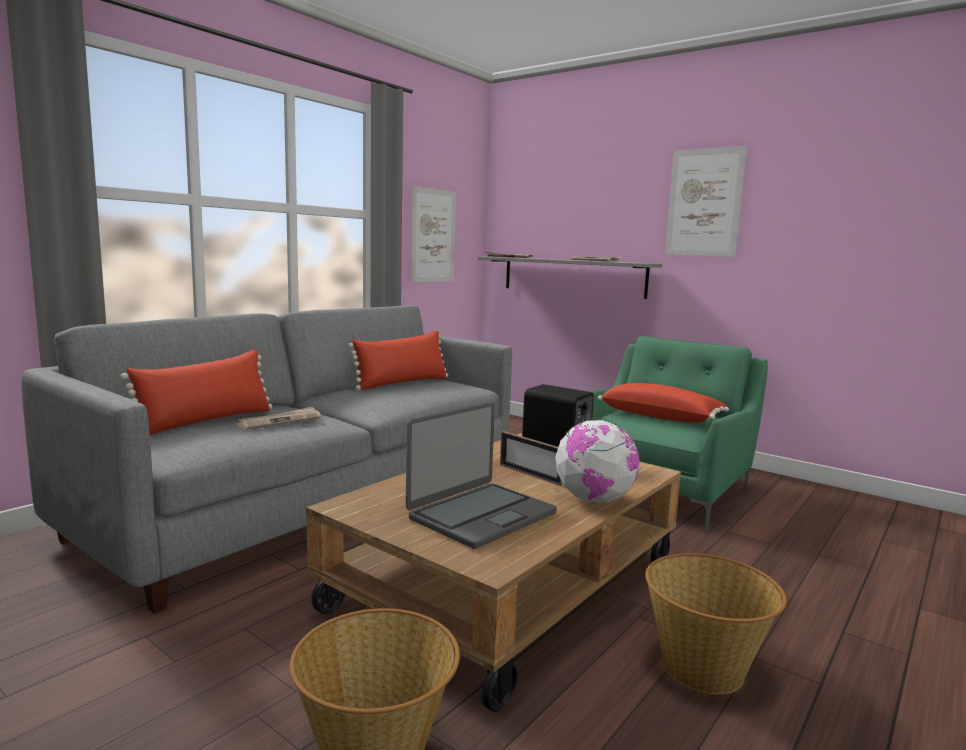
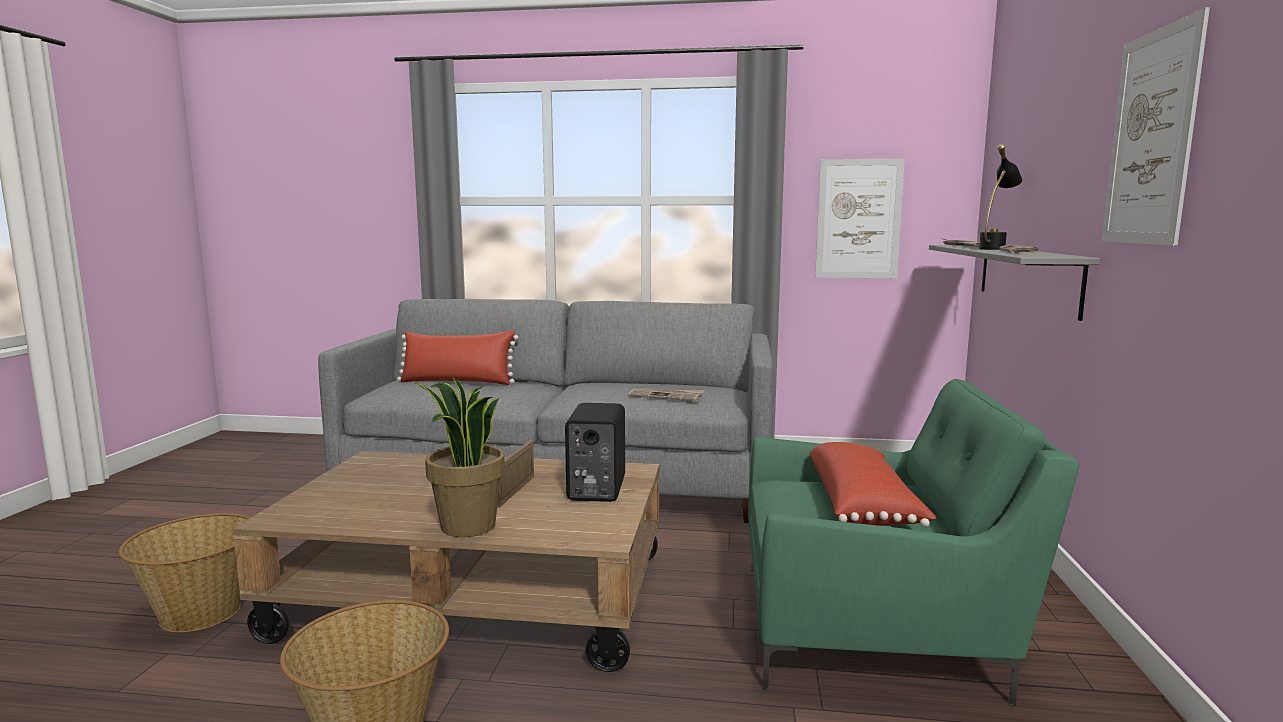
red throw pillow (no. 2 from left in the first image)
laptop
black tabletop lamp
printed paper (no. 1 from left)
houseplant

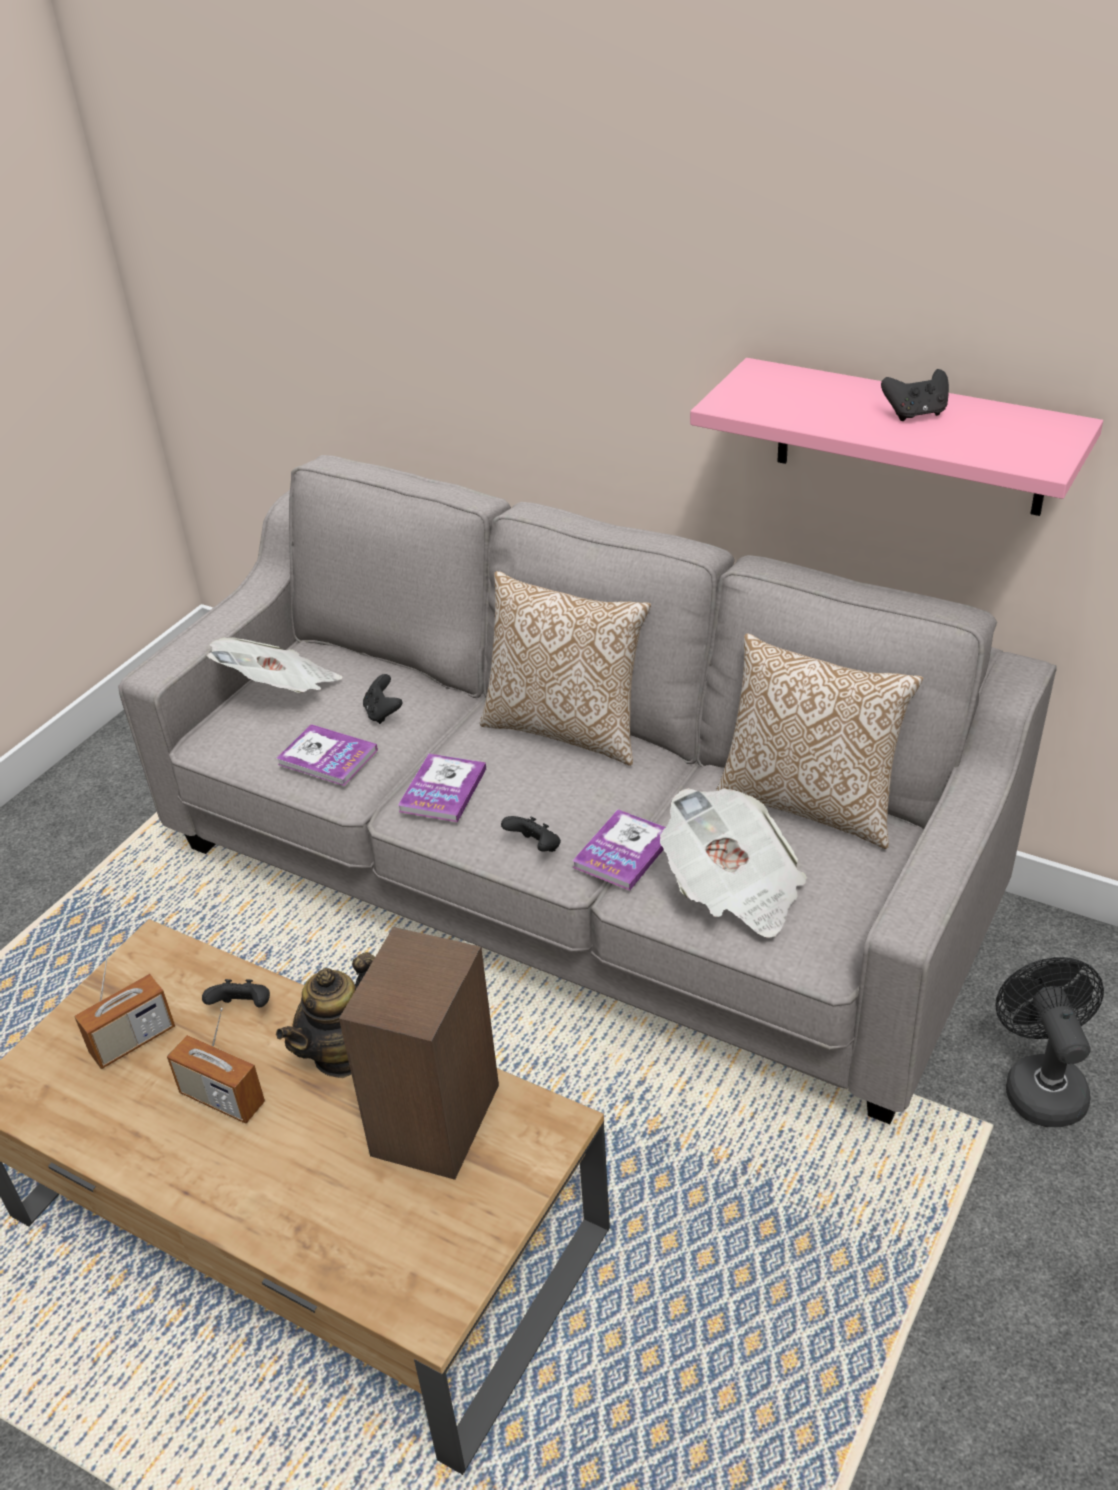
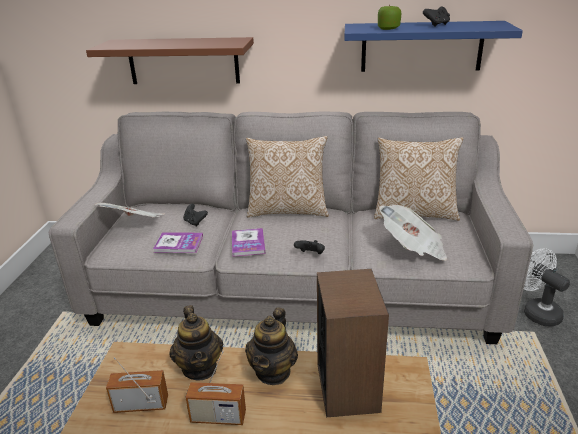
bound book (no. 3 from left in the first image)
brown bracket shelf
whole apple
pot for tea (no. 1 from left)
bluish bracket shelf
white-coloured cooling fan
radio (no. 1 from left)

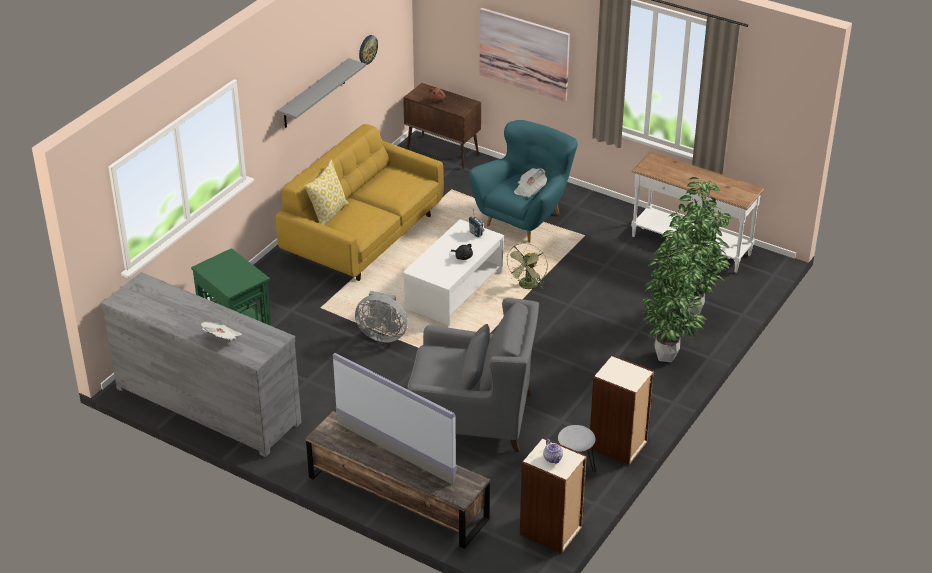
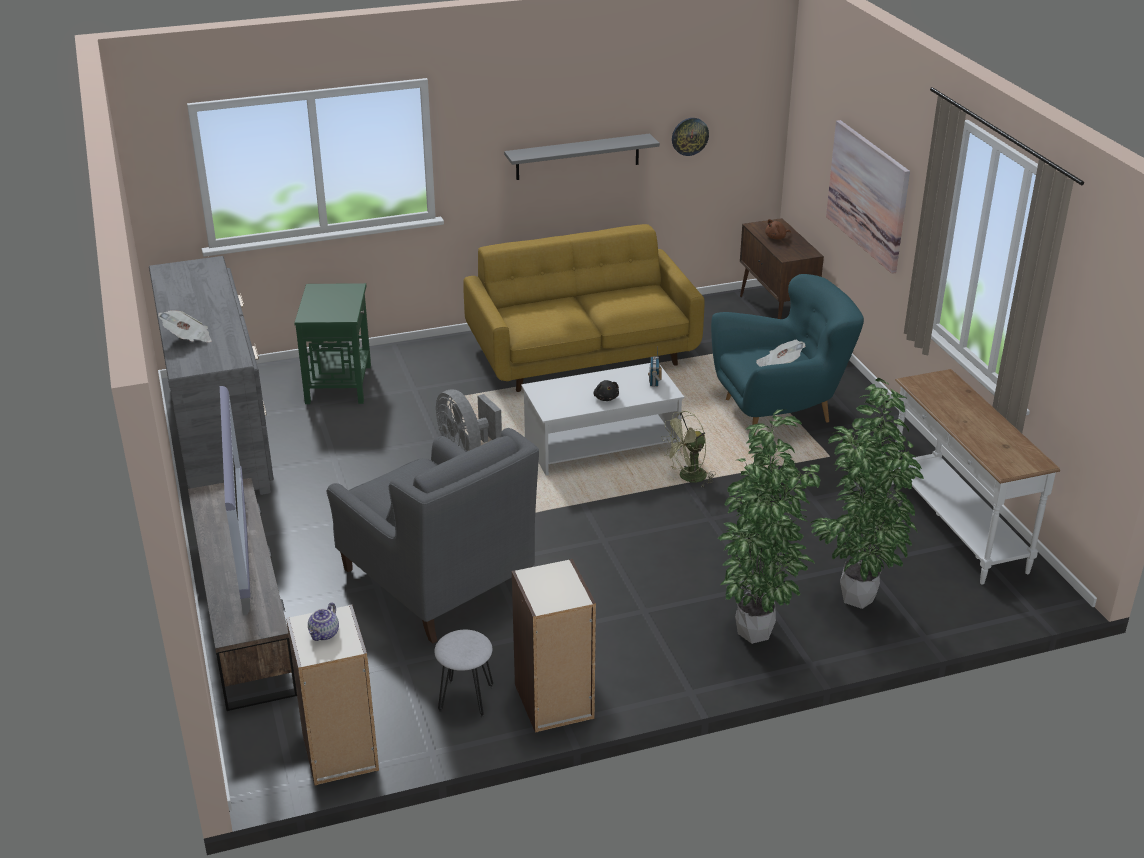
throw pillow

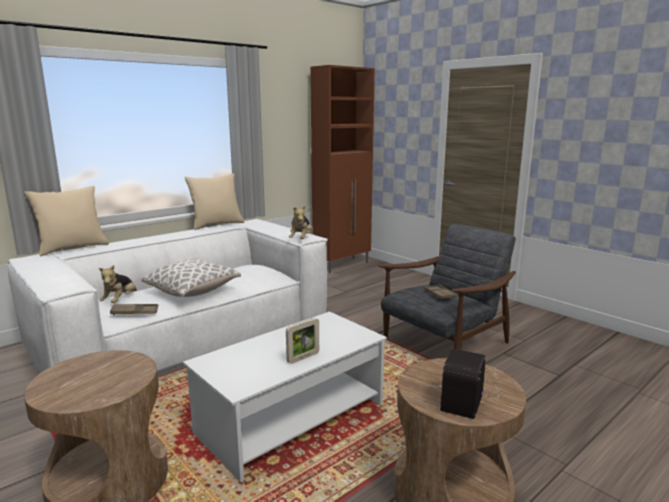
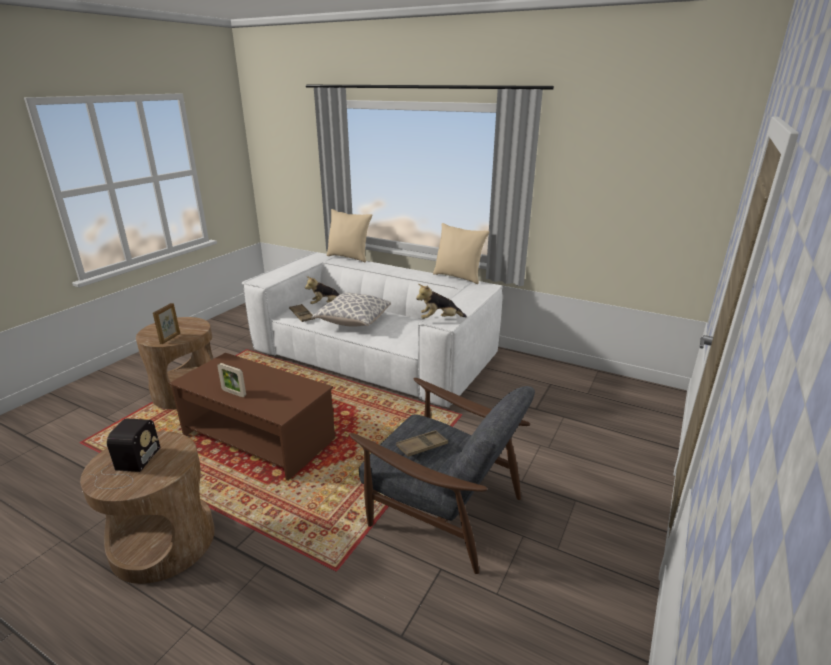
brown cabinet
photo frame (no. 1 from left)
brown coffee table
radio

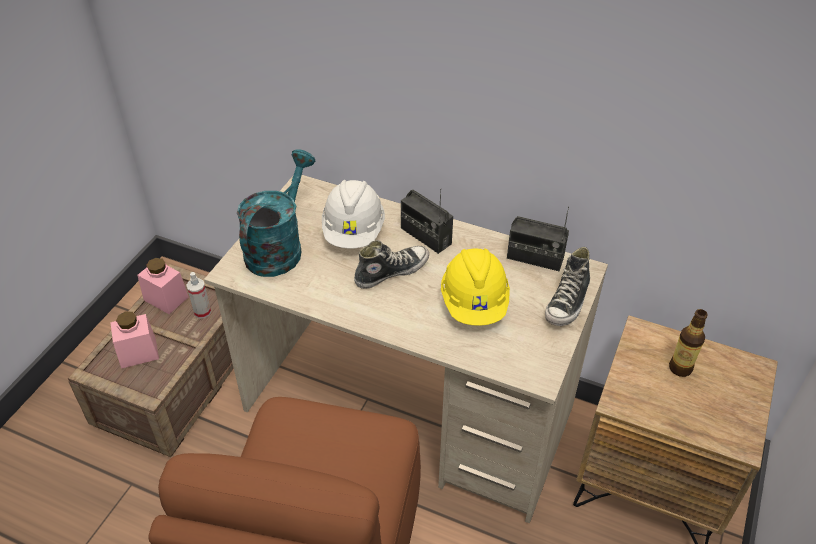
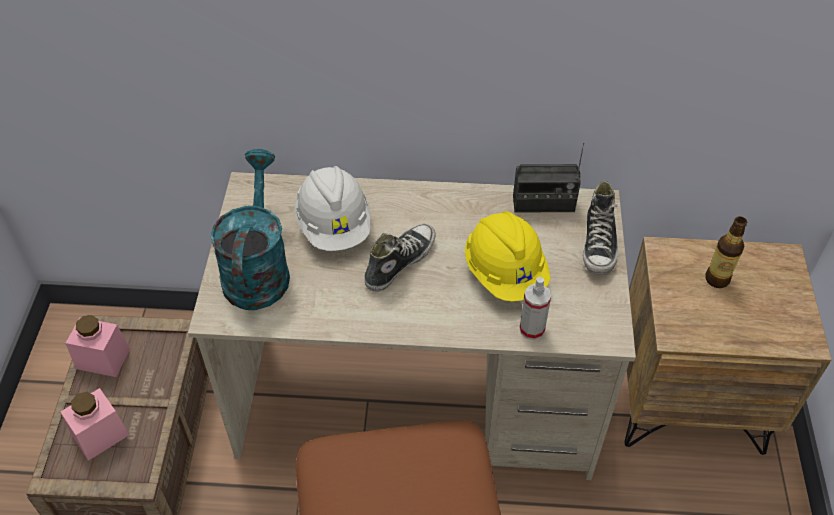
radio (no. 1 from left in the first image)
spray bottle

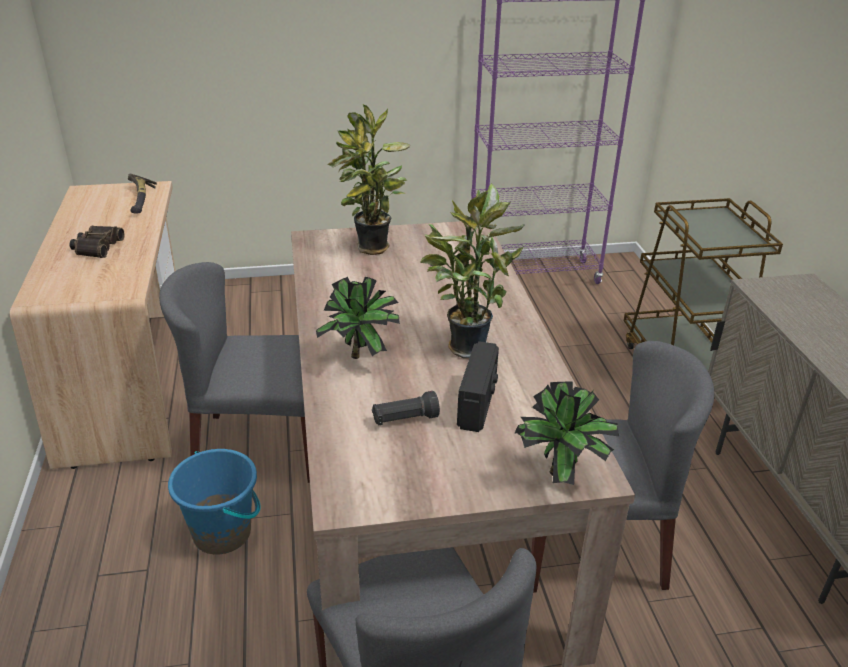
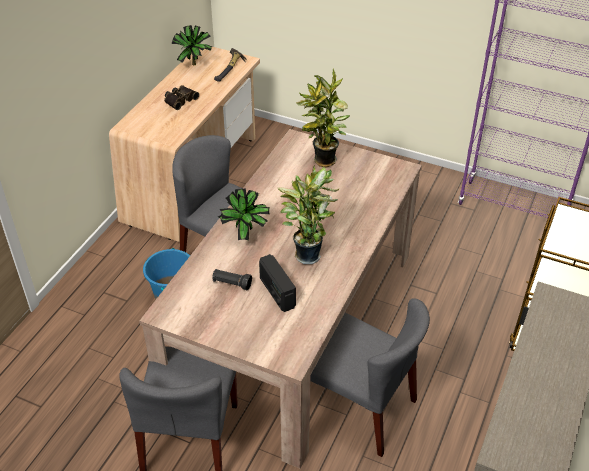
houseplant (no. 1 from left)
radio

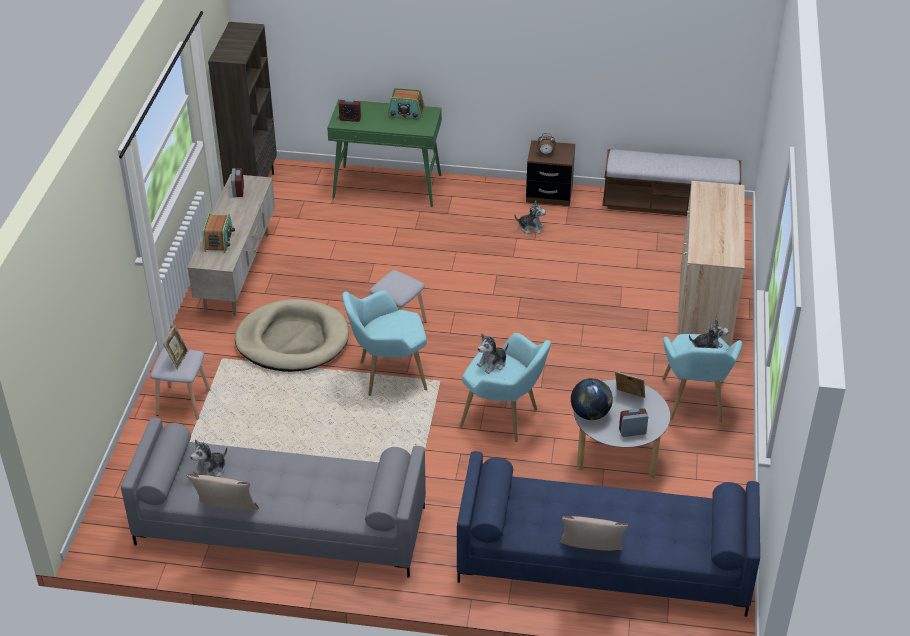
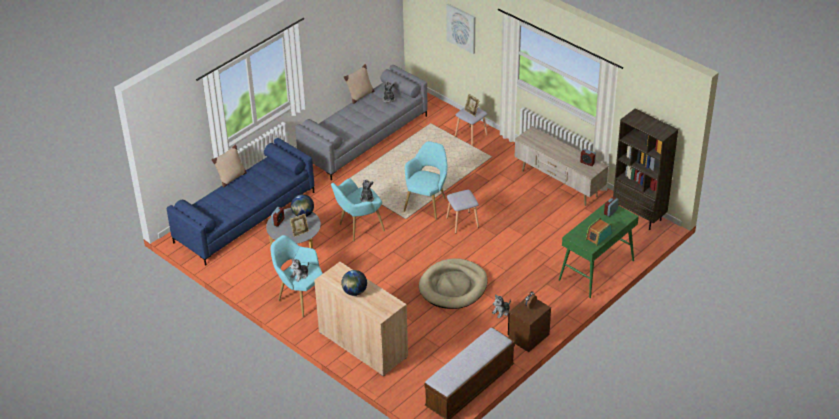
radio (no. 1 from left in the first image)
desk globe (no. 2 from left)
picture
sand-coloured dog cushion

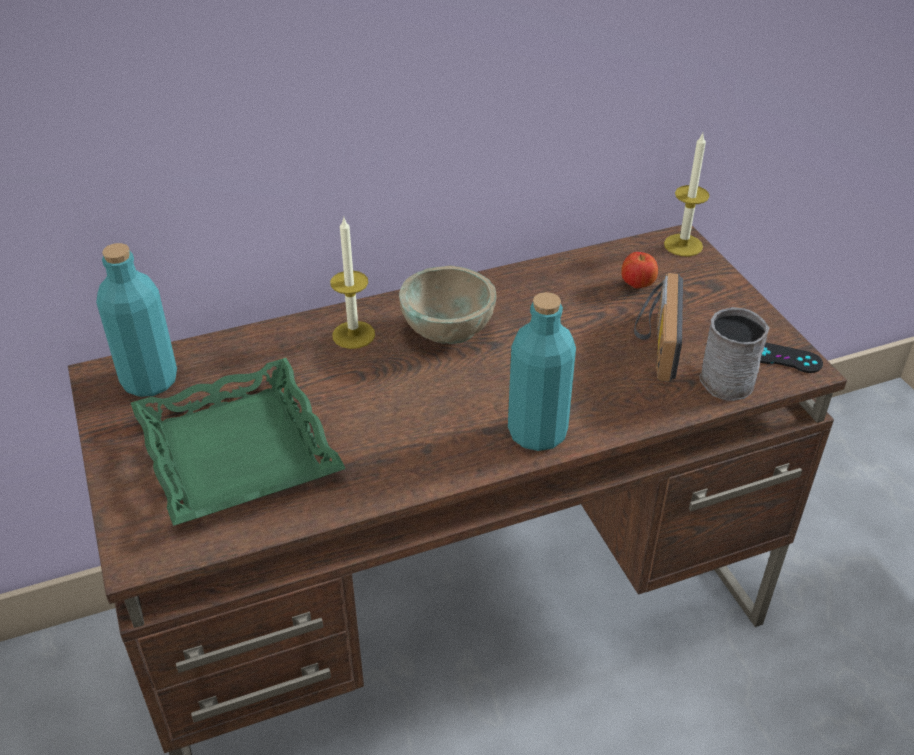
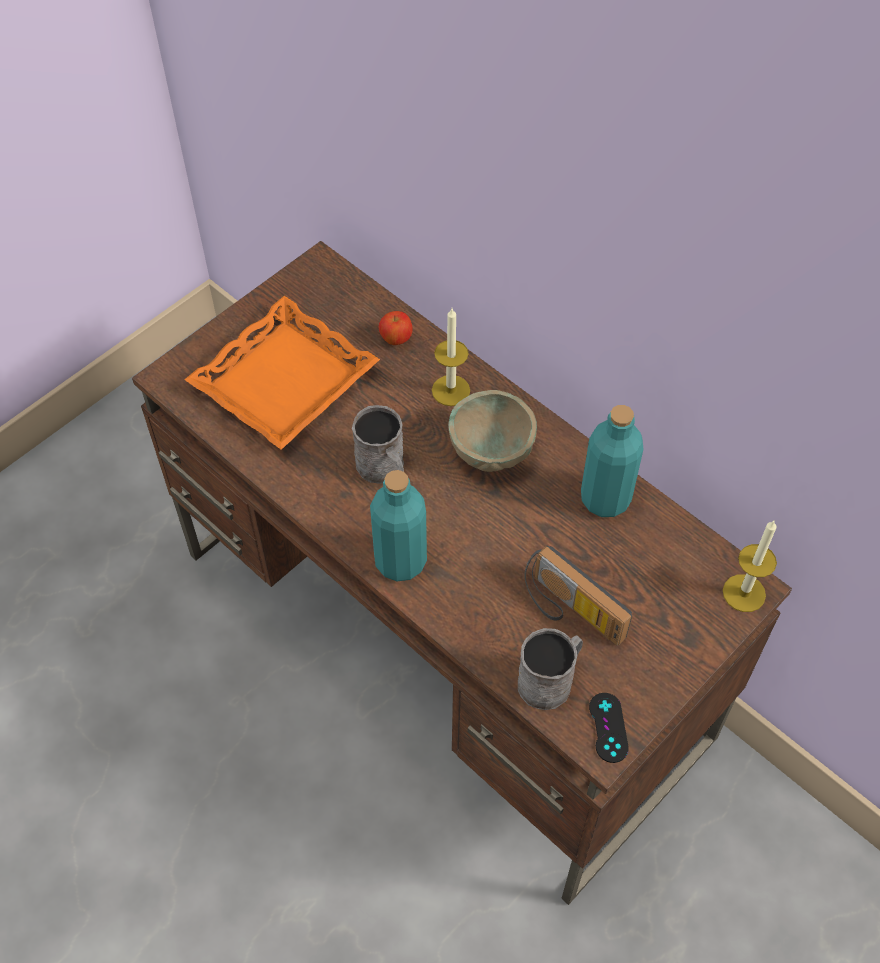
grey tea mug (no. 1 from left)
turquoise-coloured bottle (no. 2 from left)
whole apple
orange carrying tray
radio

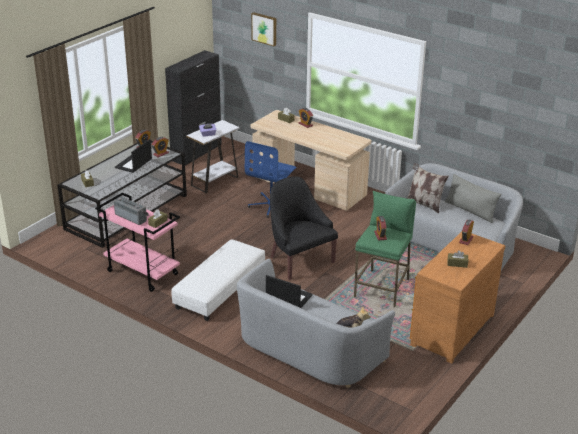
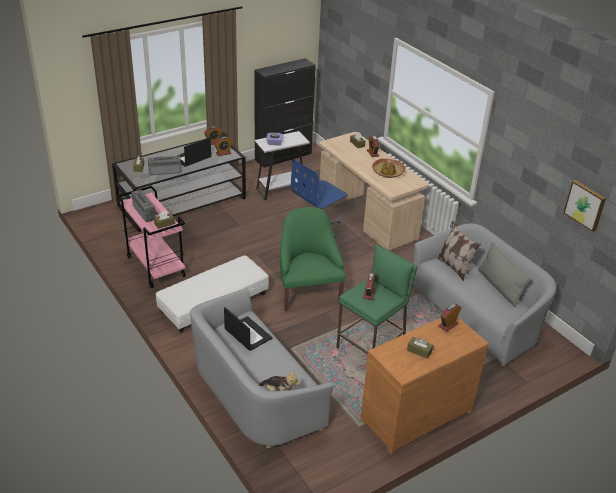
radio (no. 2 from left)
clothing hat
picture
green lounge chair

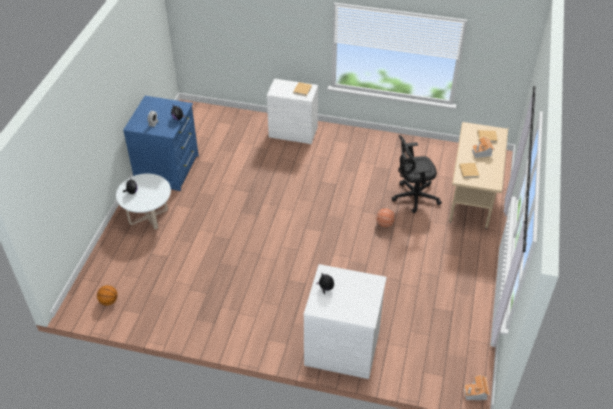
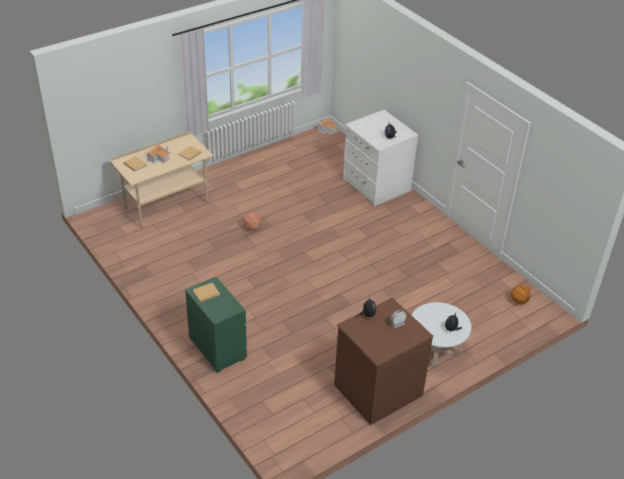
black office chair
brown drawer chest
green drawer chest

